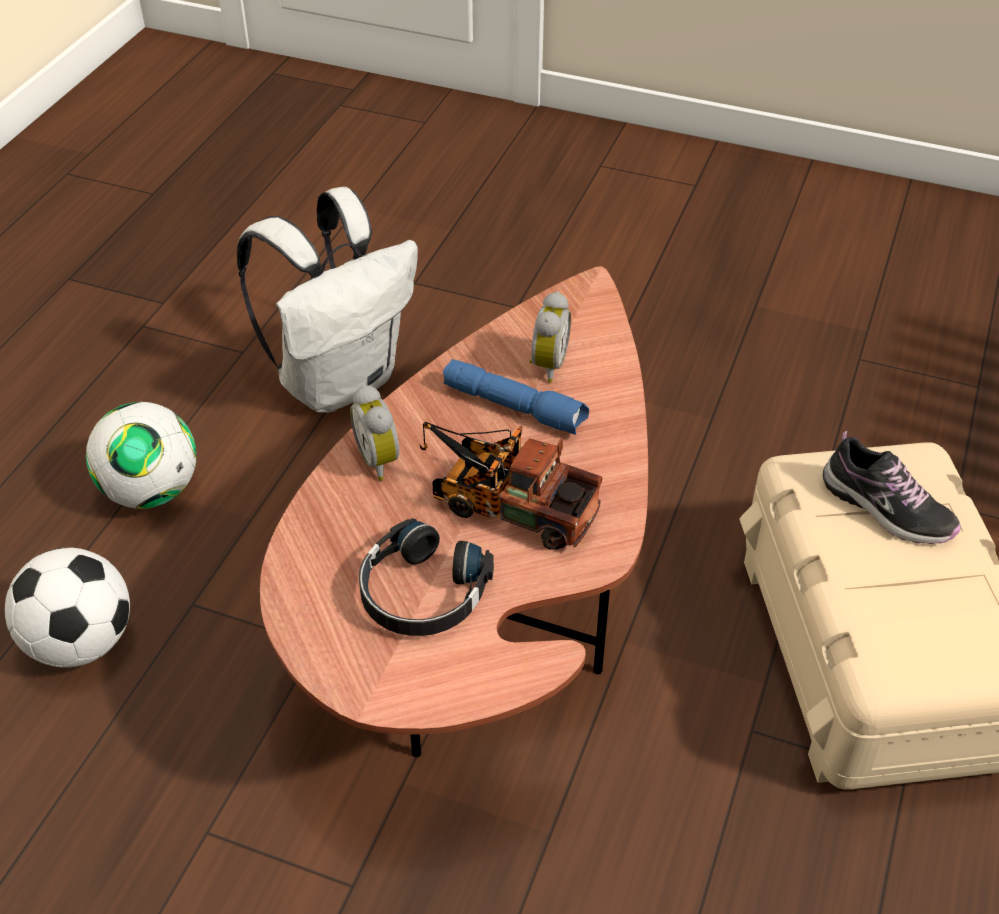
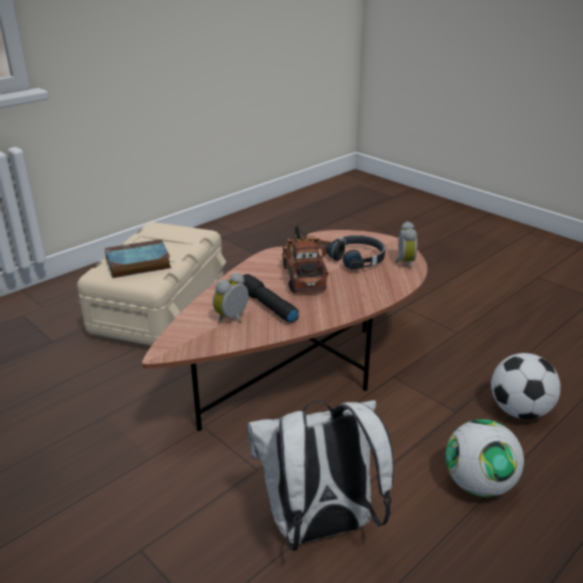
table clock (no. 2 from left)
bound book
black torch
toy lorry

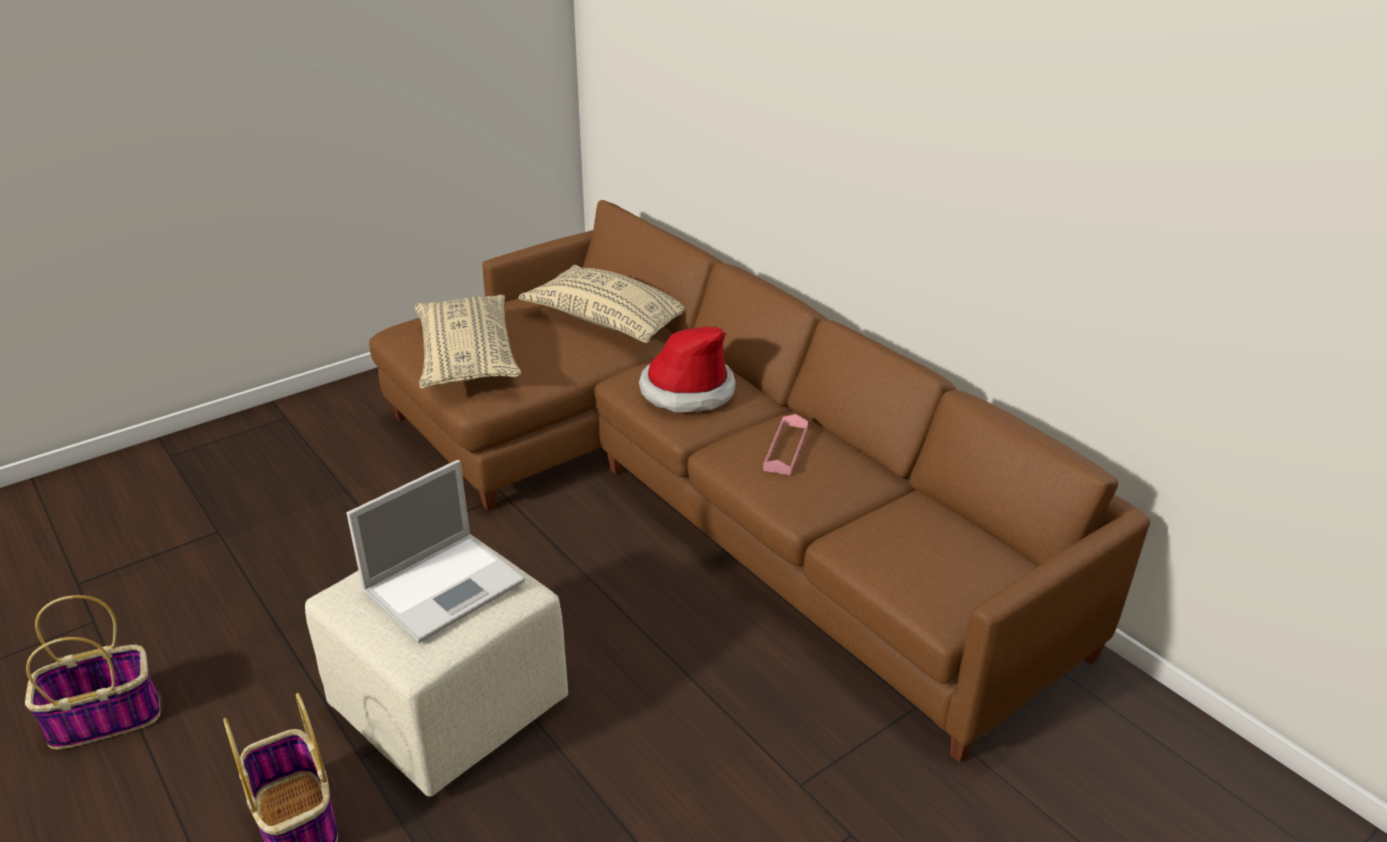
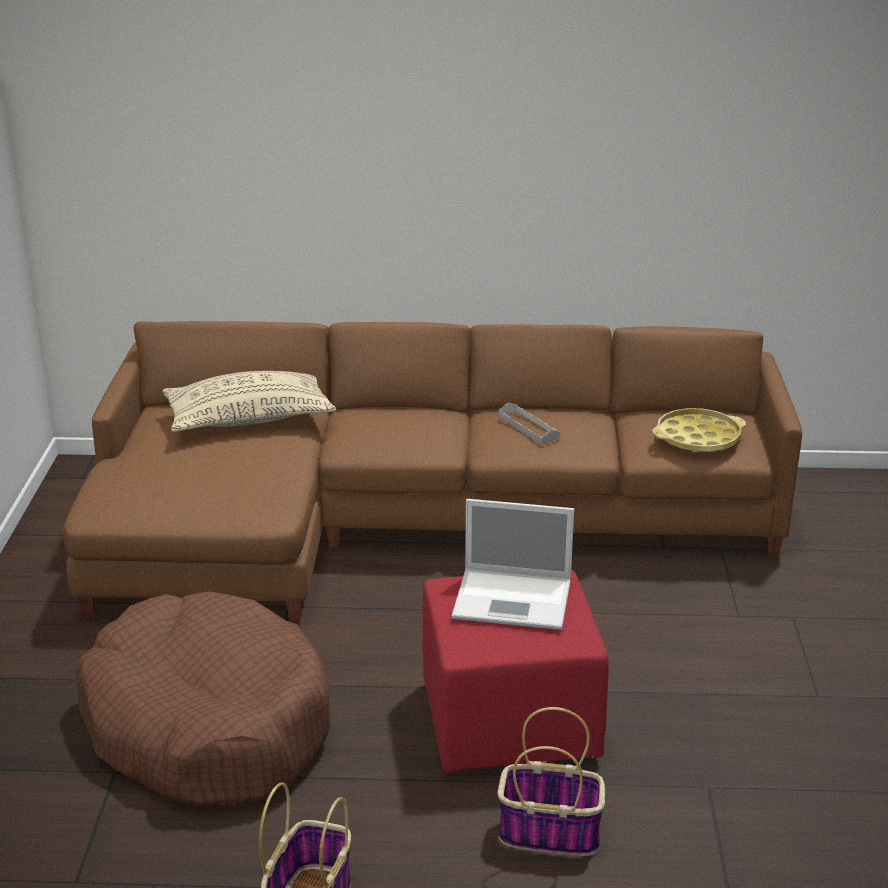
sand-coloured throw pillow (no. 1 from left in the first image)
clothing hat
brown dog cushion
yellow-coloured carrying tray
red ottoman
grey carrying tray
laptop

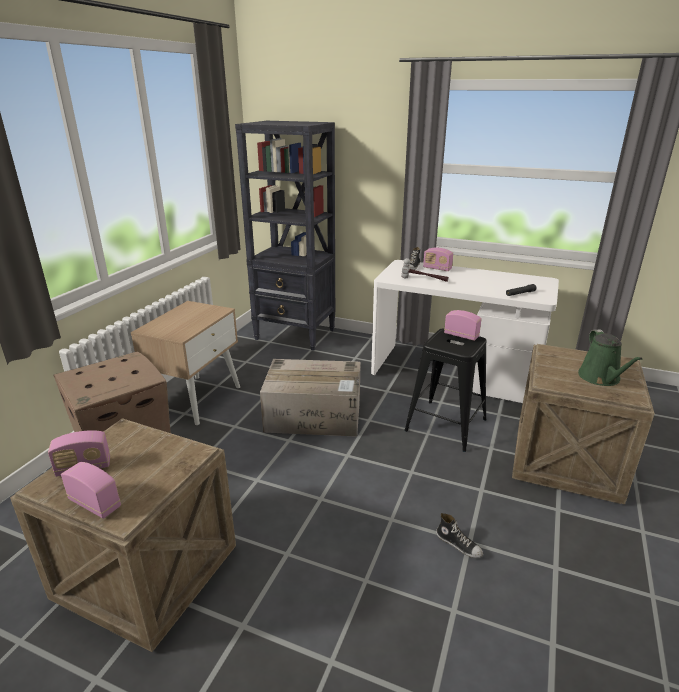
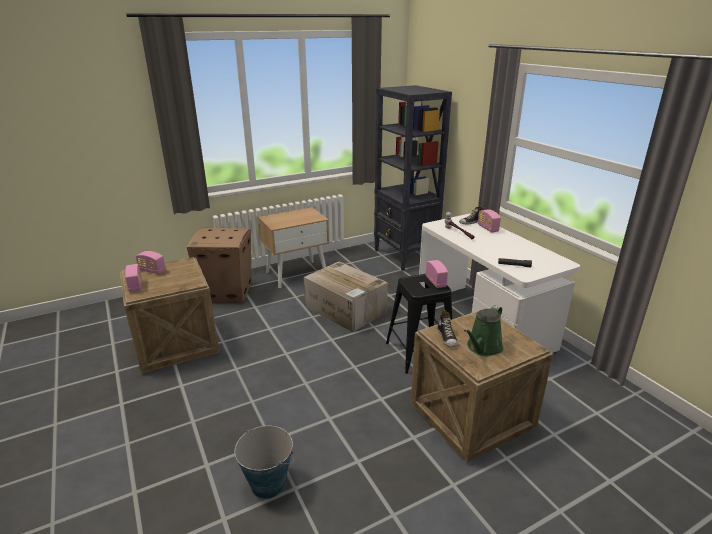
pail
low shoe (no. 1 from left)

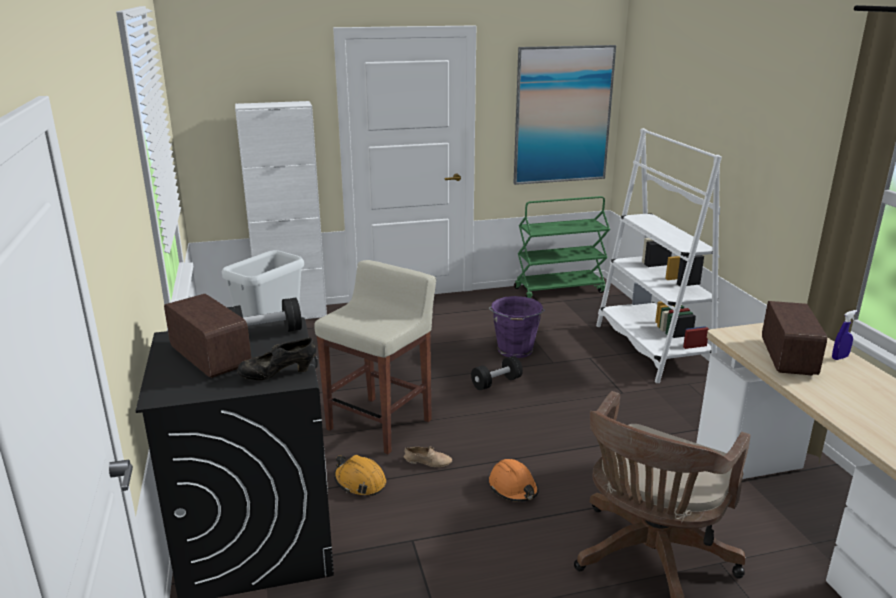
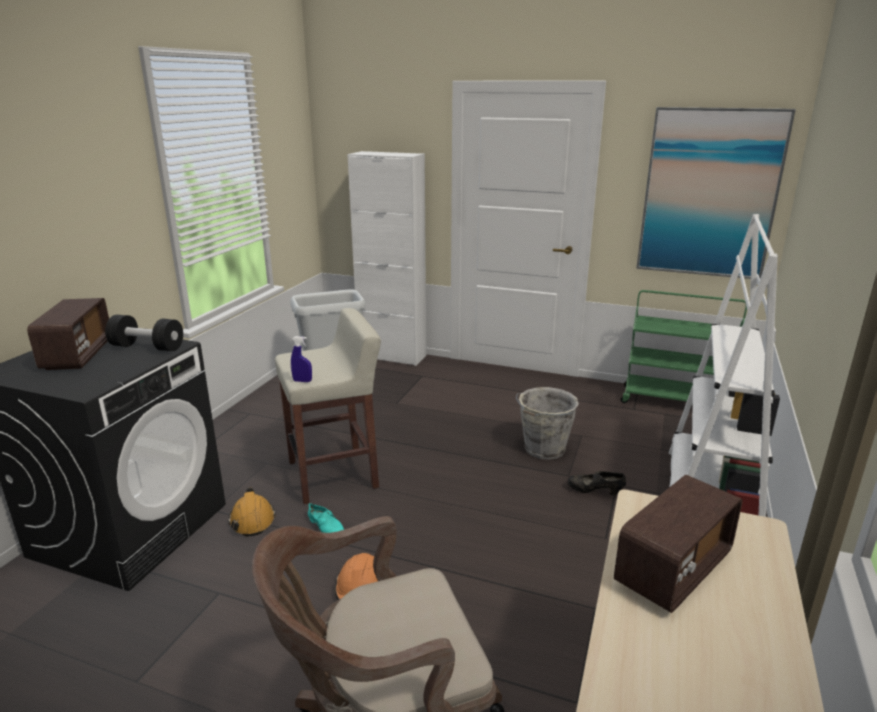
black hand weight (no. 2 from left in the first image)
black low shoe
bluish spray bottle
turquoise-coloured low shoe
grey pail

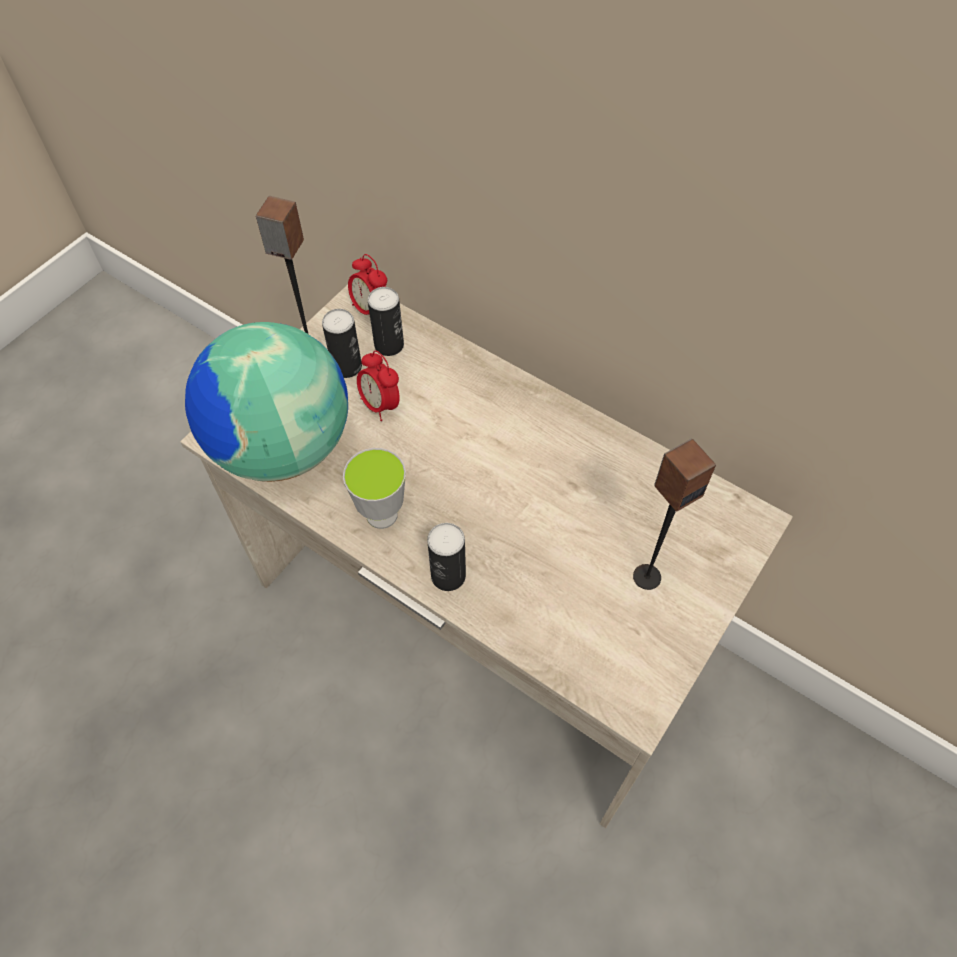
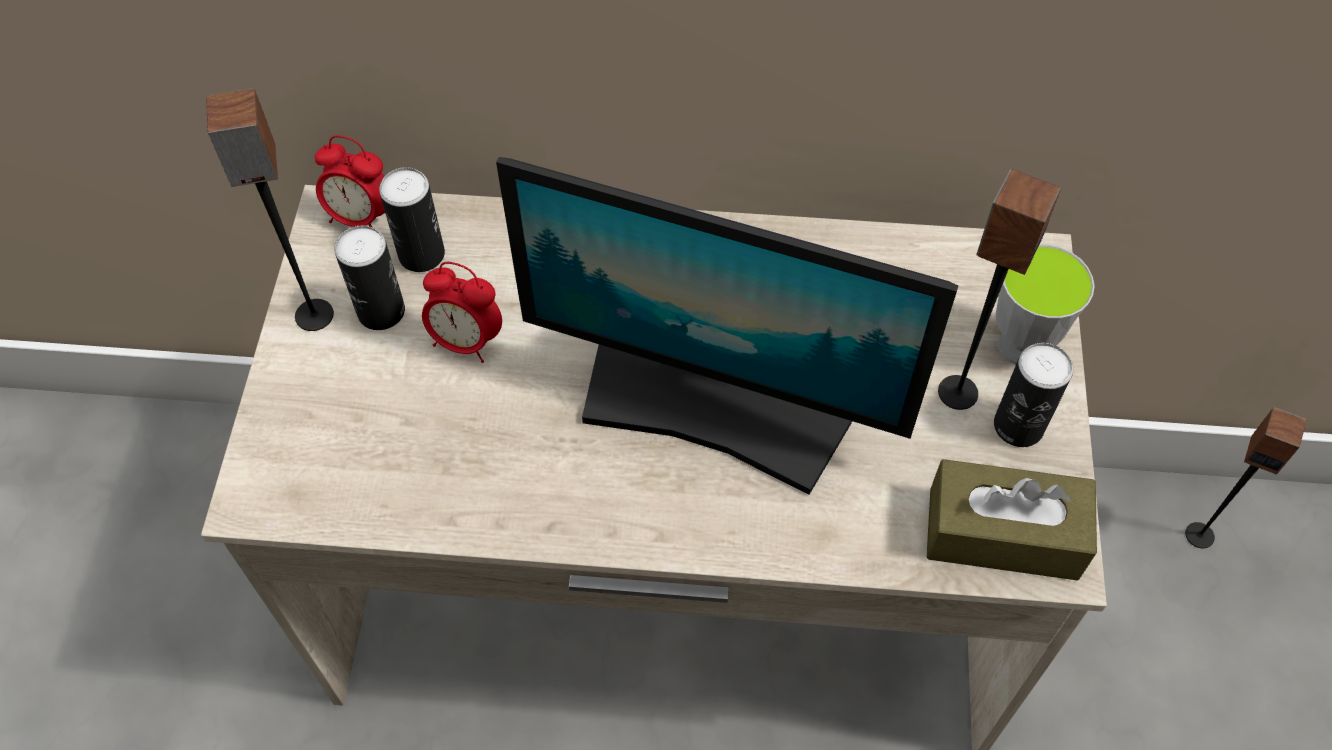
desk globe
computer display
brown box of tissues
audio speaker (no. 3 from left)
small cup
can (no. 3 from left)

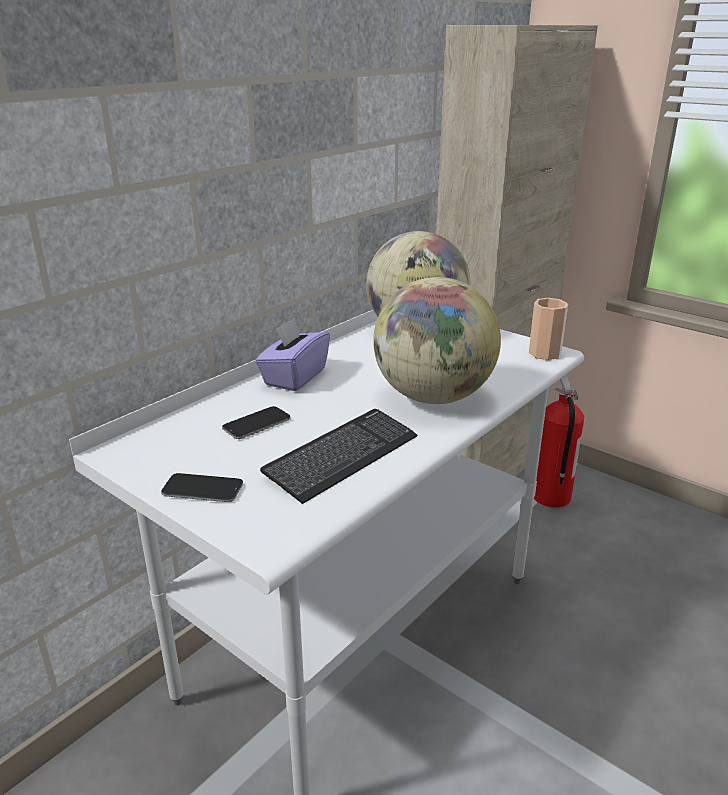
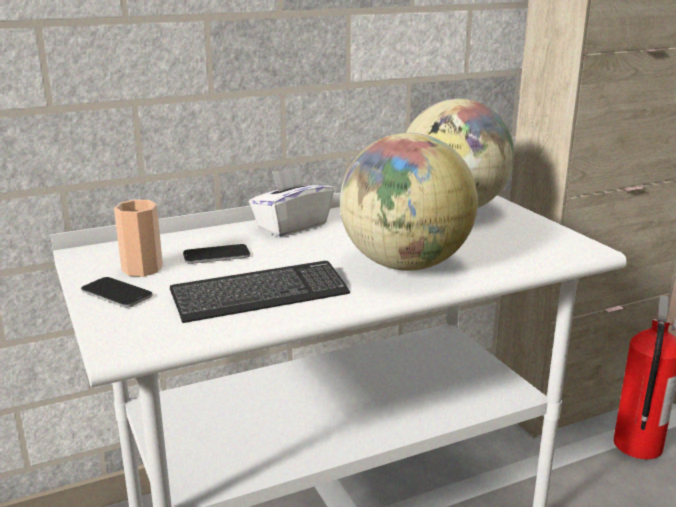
small cup
white-coloured box of tissues

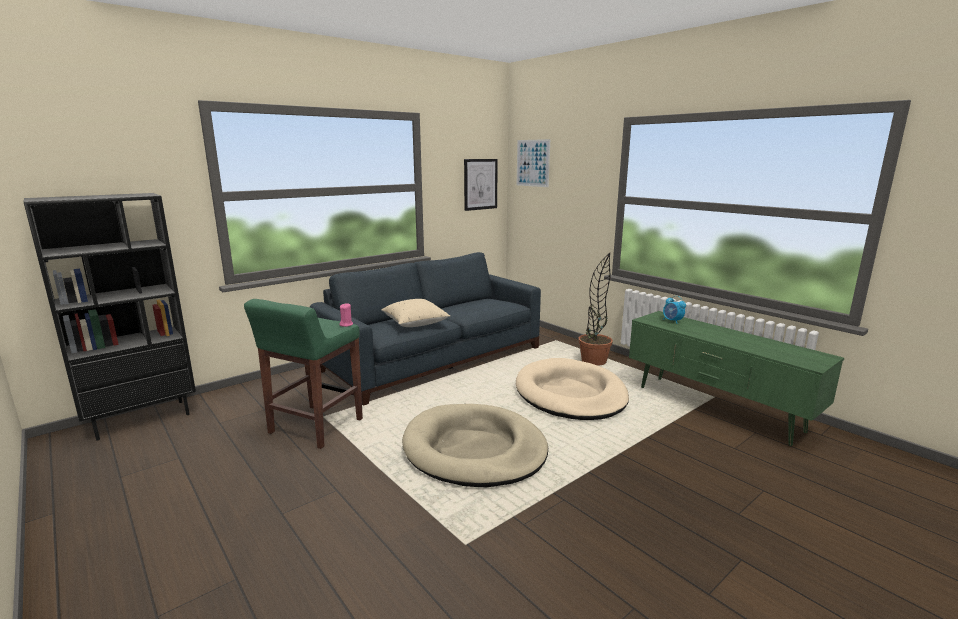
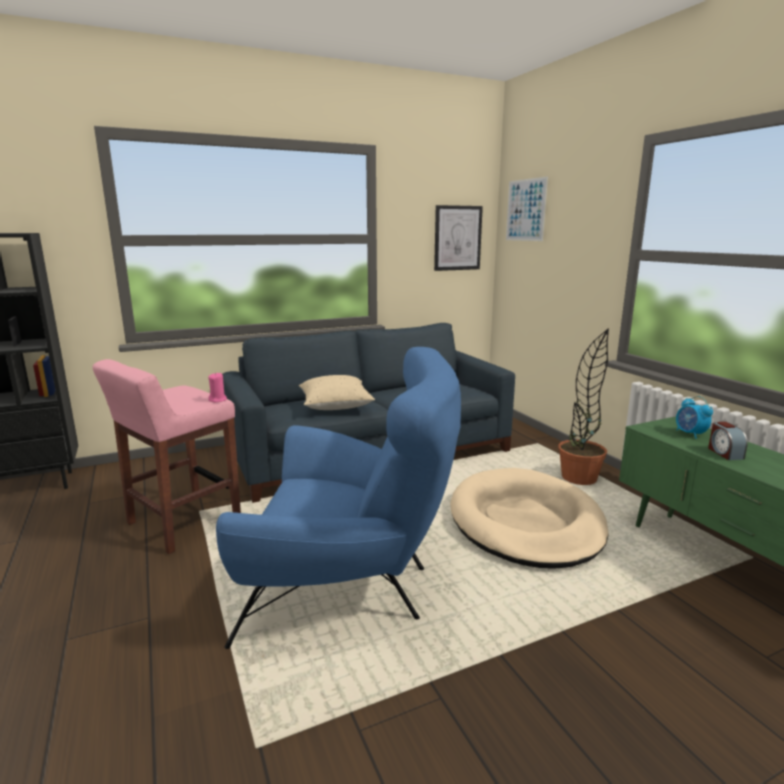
table clock (no. 2 from left)
bluish lounge chair
pink-coloured sitting stool

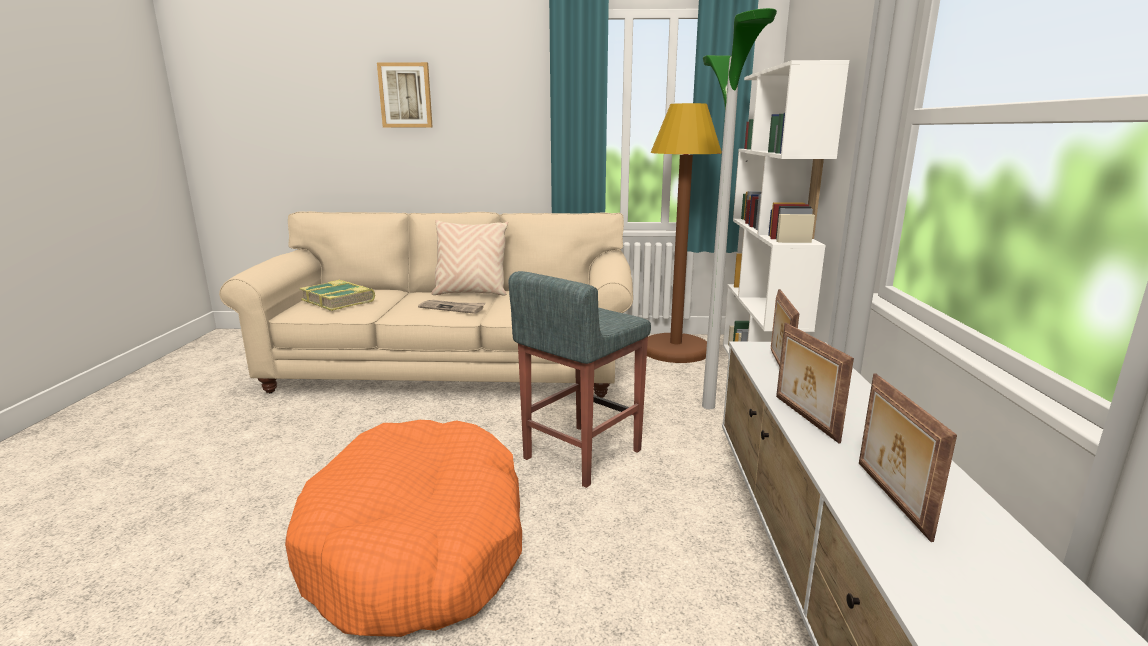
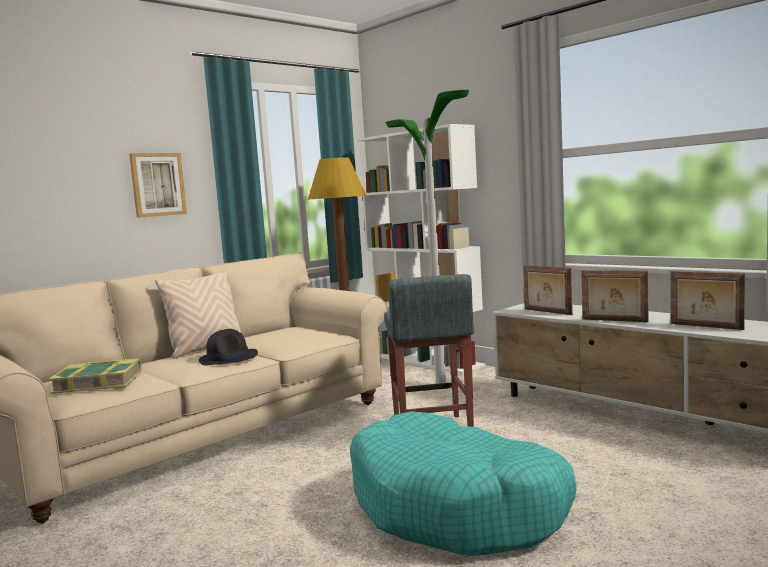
picture
black clothing hat
turquoise-coloured dog cushion

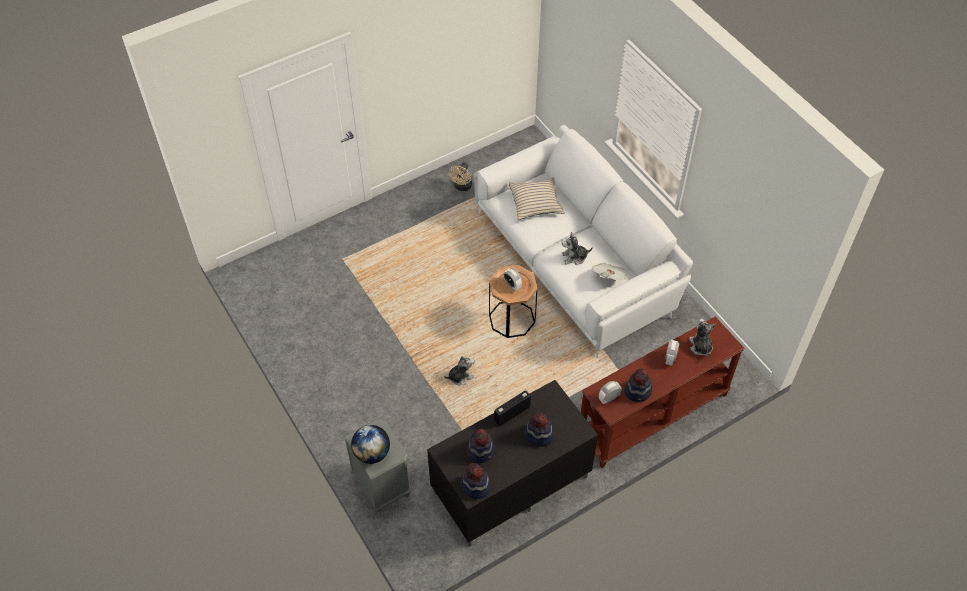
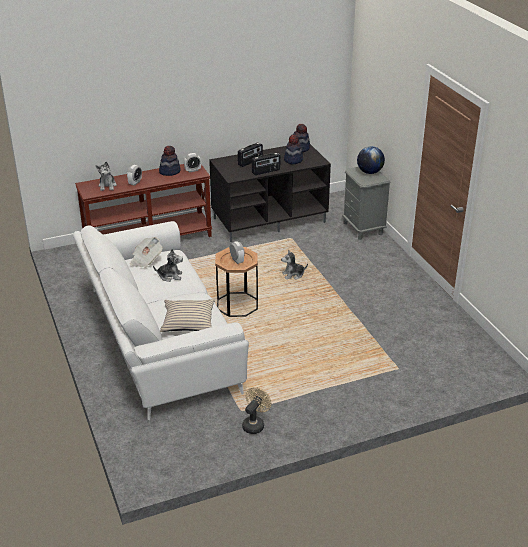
radio (no. 1 from left)

